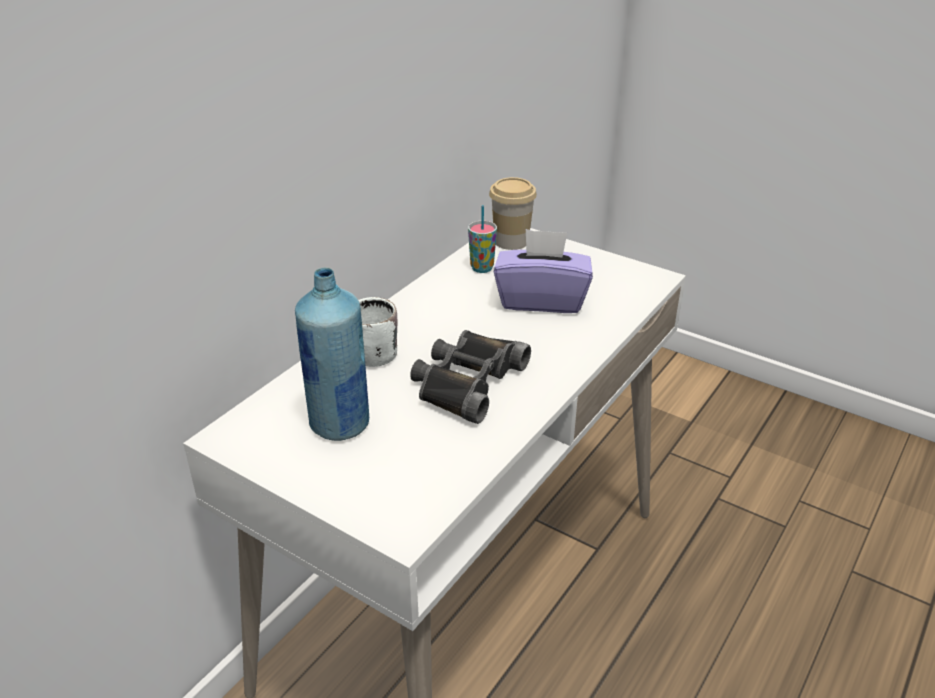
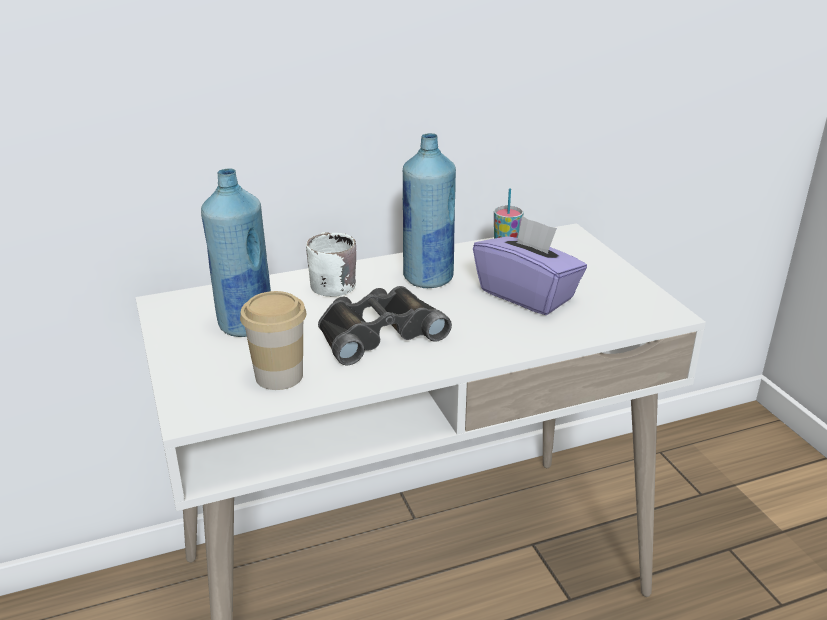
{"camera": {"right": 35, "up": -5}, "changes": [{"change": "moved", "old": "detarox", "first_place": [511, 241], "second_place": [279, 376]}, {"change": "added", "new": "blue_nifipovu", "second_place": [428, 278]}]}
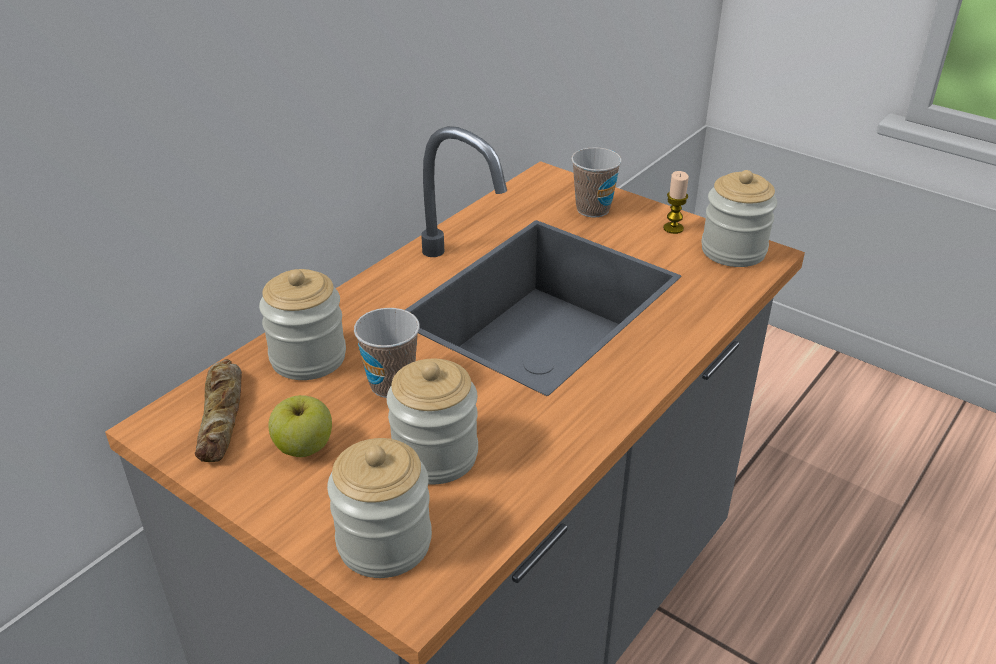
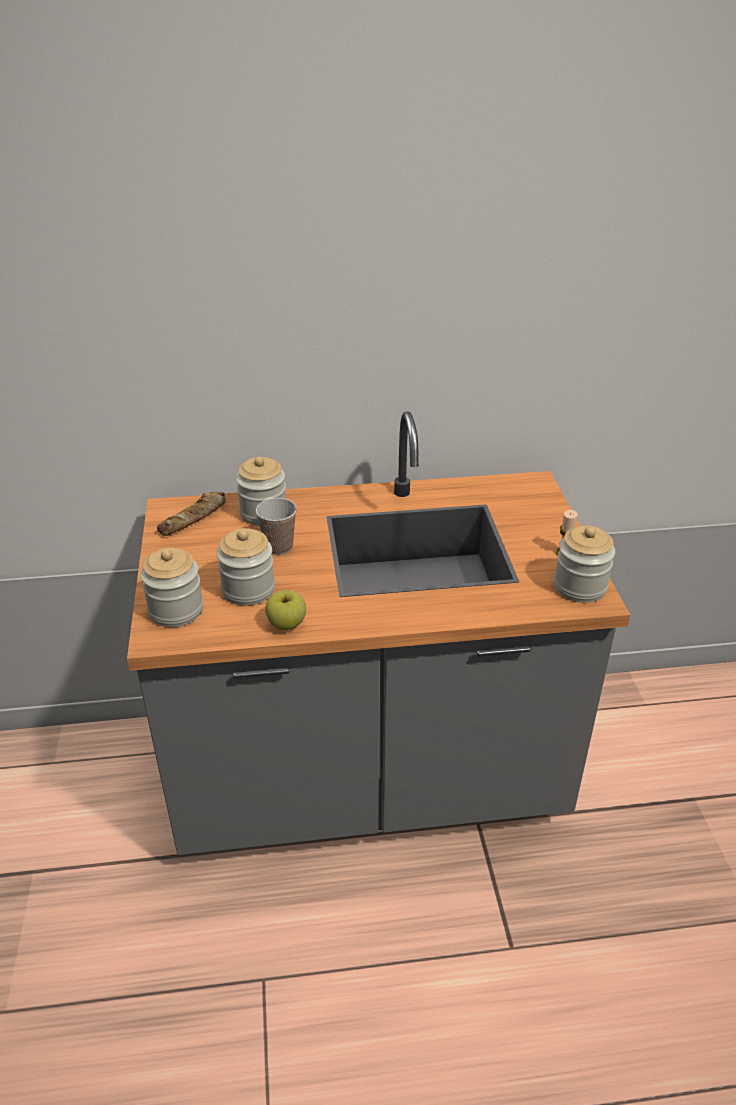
{"camera": {"right": 45, "up": 0}, "changes": [{"change": "moved", "old": "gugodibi", "first_place": [304, 447], "second_place": [287, 624]}, {"change": "removed", "old": "detarox", "first_place": [593, 209]}]}
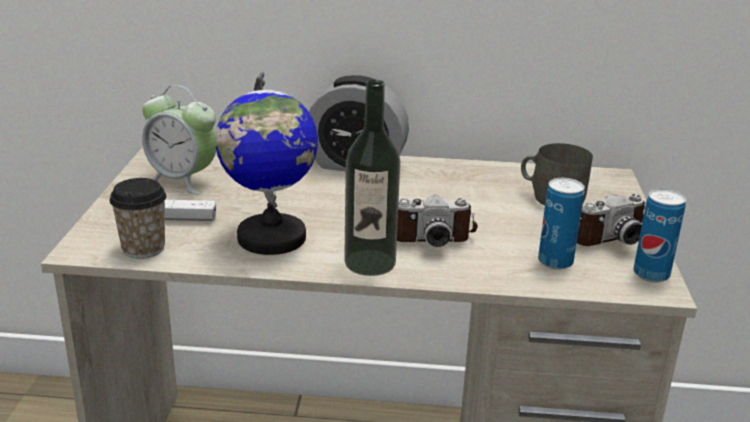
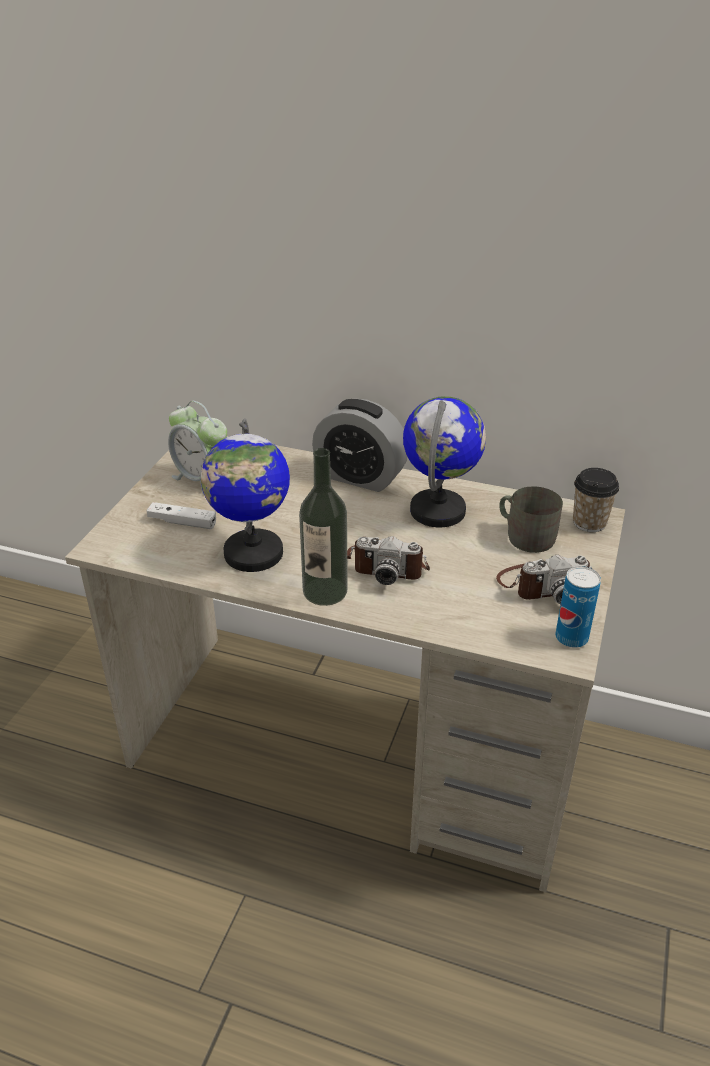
{"camera": {"right": 15, "up": 10}, "changes": [{"change": "added", "new": "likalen", "second_place": [438, 511]}, {"change": "moved", "old": "detarox", "first_place": [143, 248], "second_place": [589, 523]}, {"change": "removed", "old": "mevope", "first_place": [555, 262]}]}
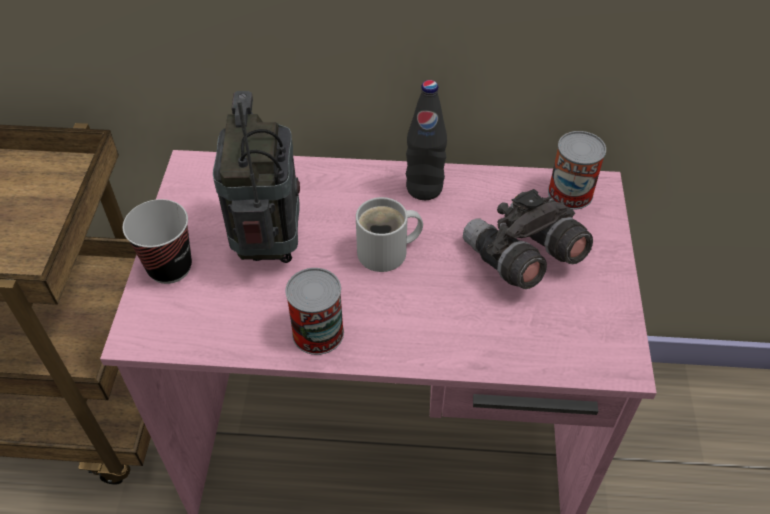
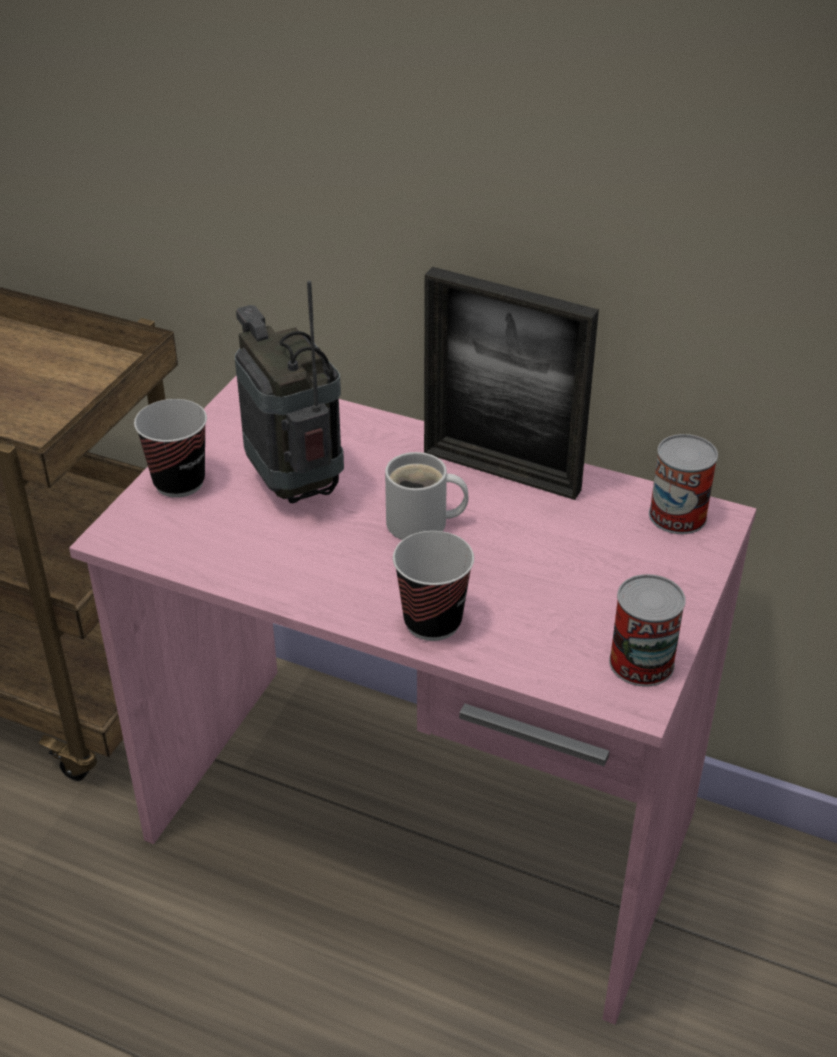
{"camera": {"right": 20, "up": -10}, "changes": [{"change": "turned", "old": "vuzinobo", "first_place": [269, 244], "second_place": [295, 486], "degrees": -45}, {"change": "added", "new": "detarox", "second_place": [432, 622]}, {"change": "replaced", "old": "black_nifipovu", "new": "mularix", "first_place": [424, 188], "second_place": [501, 471]}, {"change": "moved", "old": "mevope", "first_place": [318, 333], "second_place": [641, 662]}, {"change": "removed", "old": "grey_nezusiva", "first_place": [521, 258]}]}
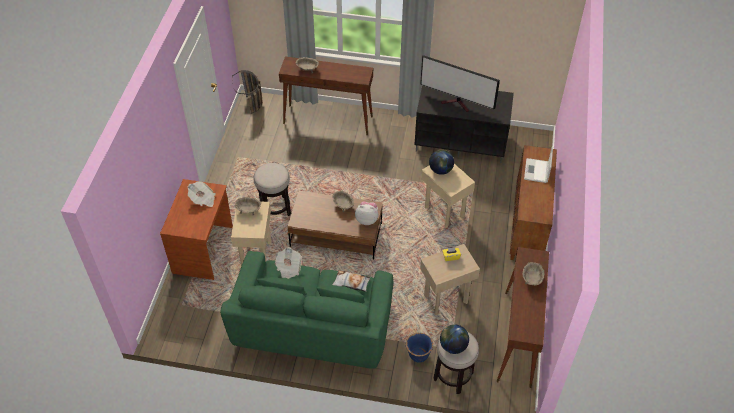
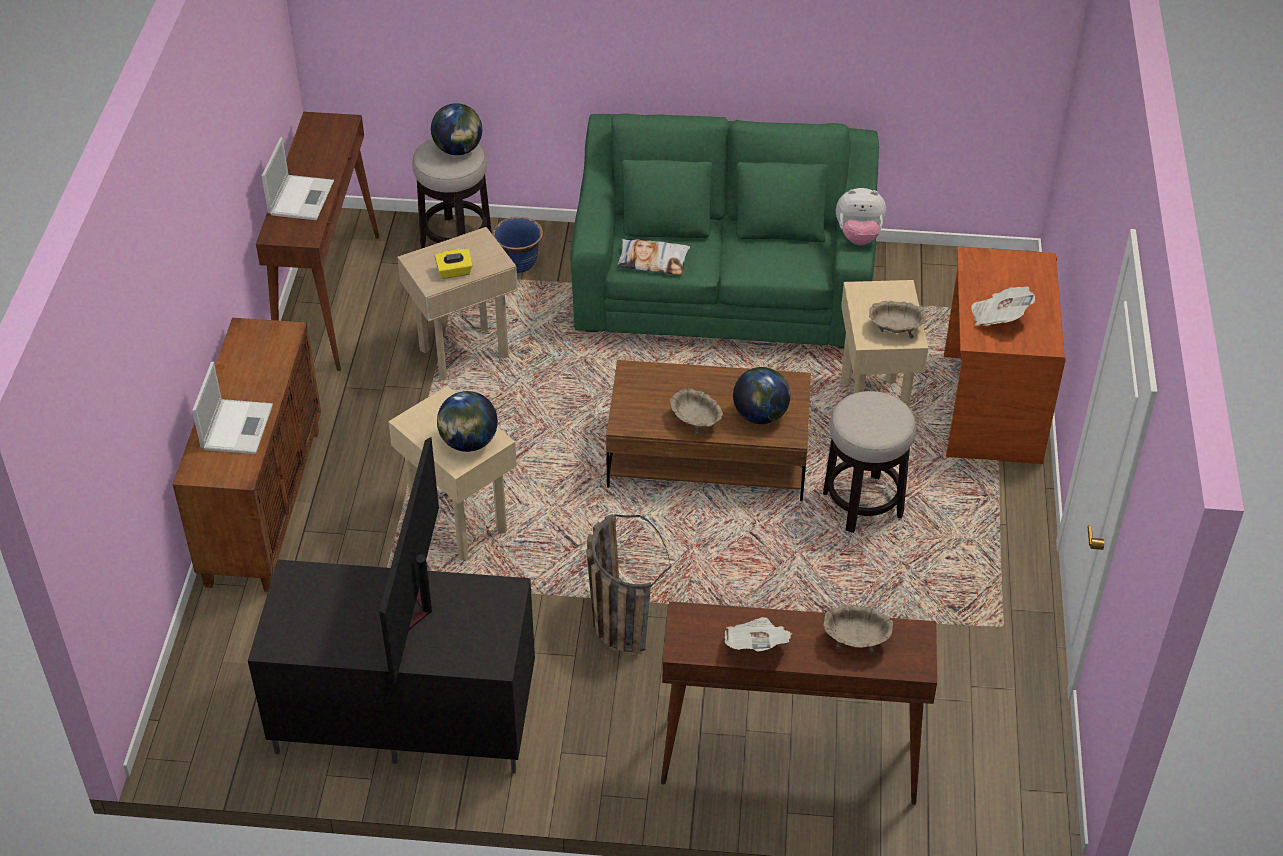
{"camera": {"right": 175, "up": -5}, "changes": [{"change": "replaced", "old": "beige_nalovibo", "new": "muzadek", "first_place": [532, 279], "second_place": [301, 197]}, {"change": "turned", "old": "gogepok", "first_place": [457, 103], "second_place": [414, 612], "degrees": -105}, {"change": "moved", "old": "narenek", "first_place": [253, 108], "second_place": [616, 617]}, {"change": "moved", "old": "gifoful", "first_place": [288, 268], "second_place": [756, 646]}, {"change": "added", "new": "likalen", "second_place": [760, 415]}, {"change": "moved", "old": "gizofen", "first_place": [367, 219], "second_place": [858, 236]}]}
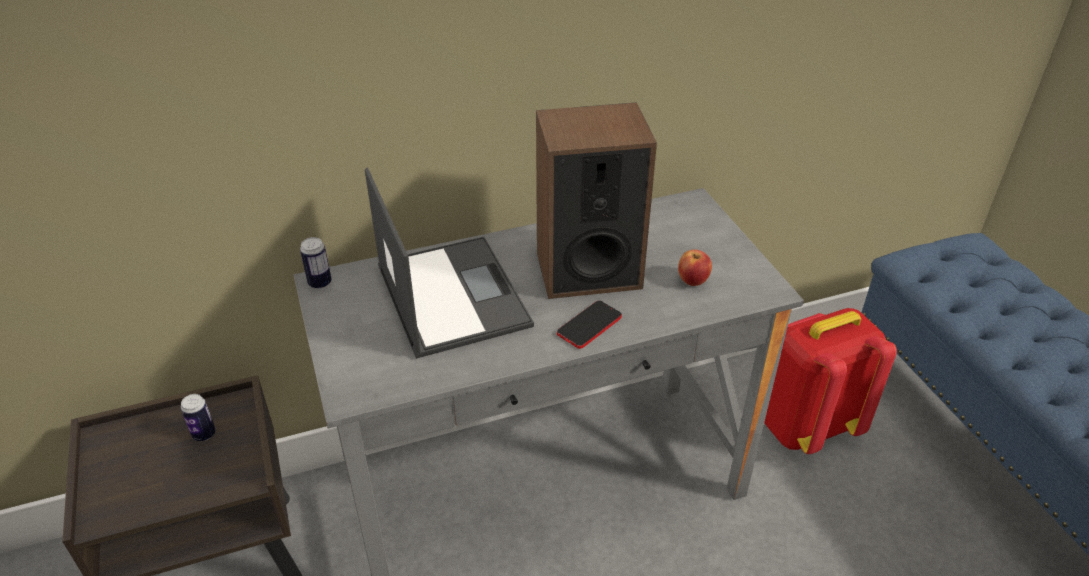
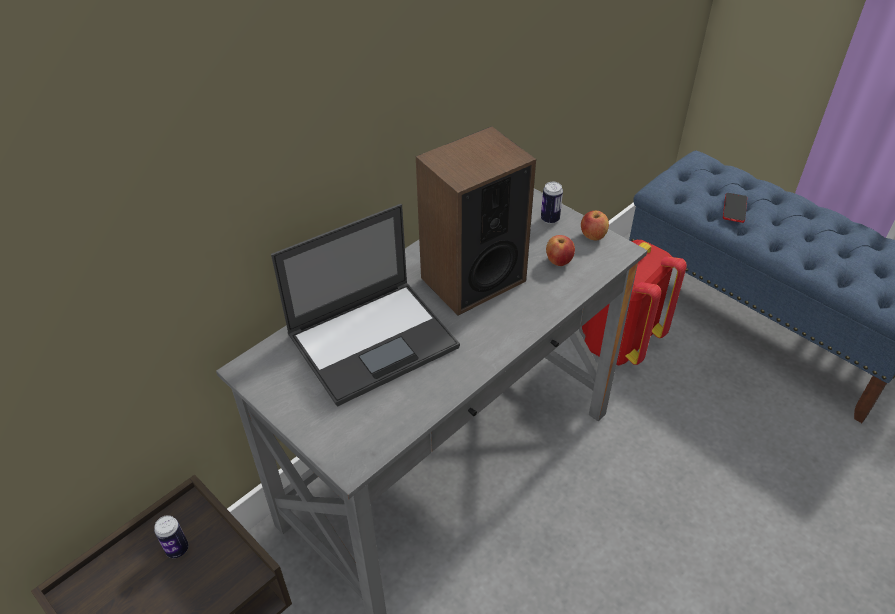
{"camera": {"right": -25, "up": 5}, "changes": [{"change": "turned", "old": "muzadek", "first_place": [451, 294], "second_place": [374, 340], "degrees": 105}, {"change": "moved", "old": "mevope", "first_place": [320, 283], "second_place": [550, 219]}, {"change": "added", "new": "gugodibi", "second_place": [592, 236]}, {"change": "moved", "old": "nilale", "first_place": [589, 325], "second_place": [734, 208]}]}
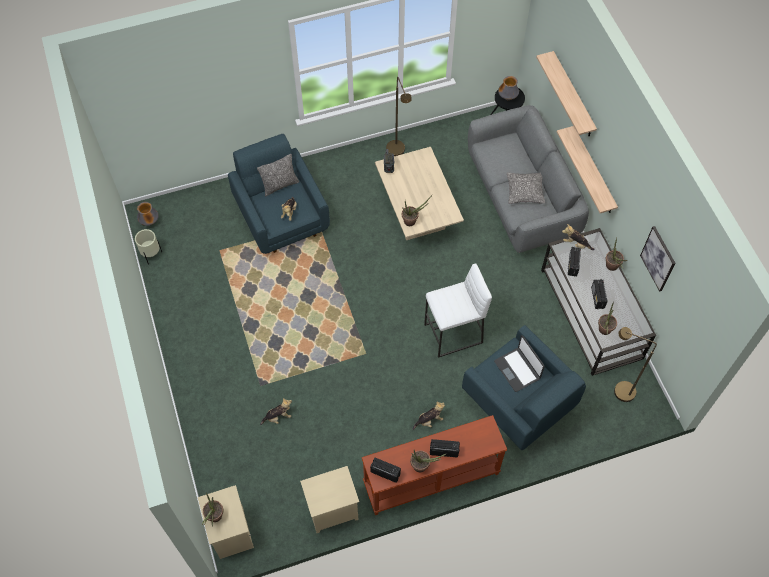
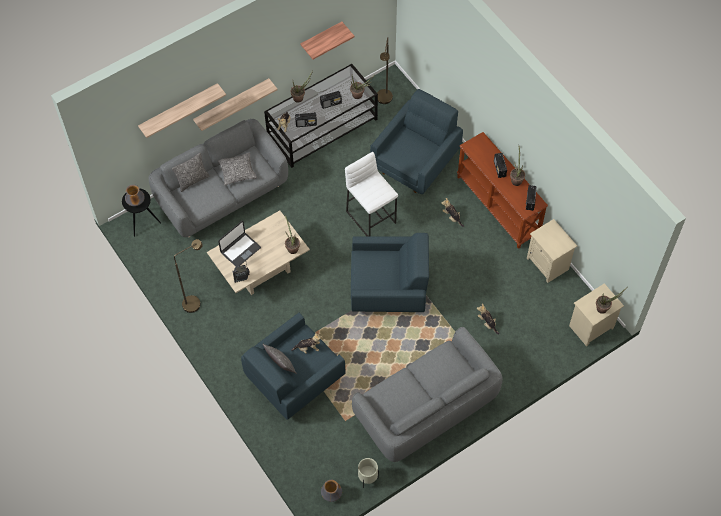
{"camera": {"right": -105, "up": 0}, "changes": [{"change": "added", "new": "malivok", "second_place": [192, 180]}, {"change": "moved", "old": "muzadek", "first_place": [517, 369], "second_place": [240, 250]}, {"change": "replaced", "old": "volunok", "new": "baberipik", "first_place": [658, 258], "second_place": [321, 38]}, {"change": "added", "new": "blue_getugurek", "second_place": [389, 289]}, {"change": "added", "new": "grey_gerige", "second_place": [426, 408]}]}
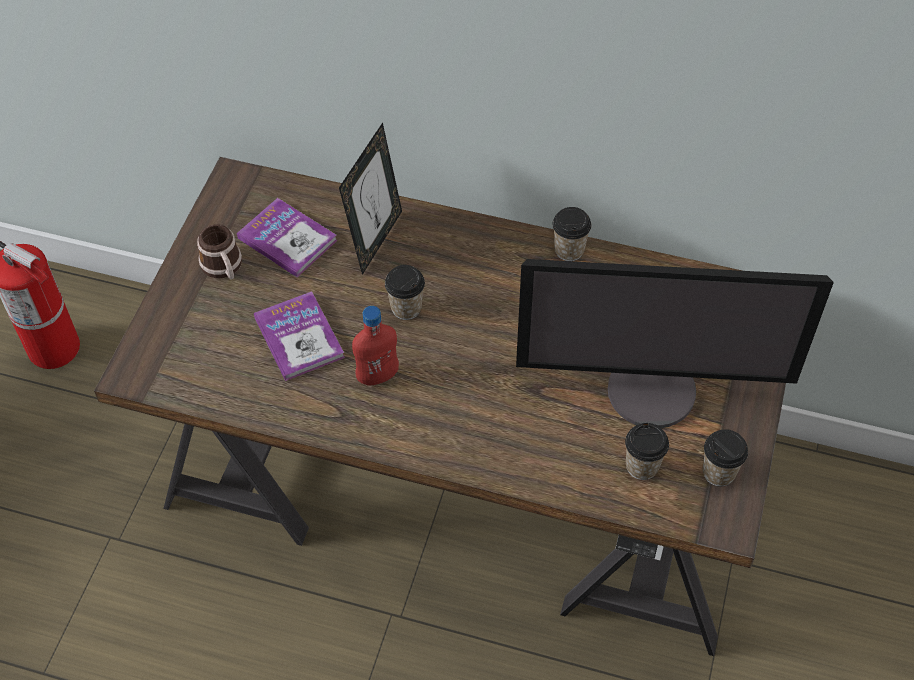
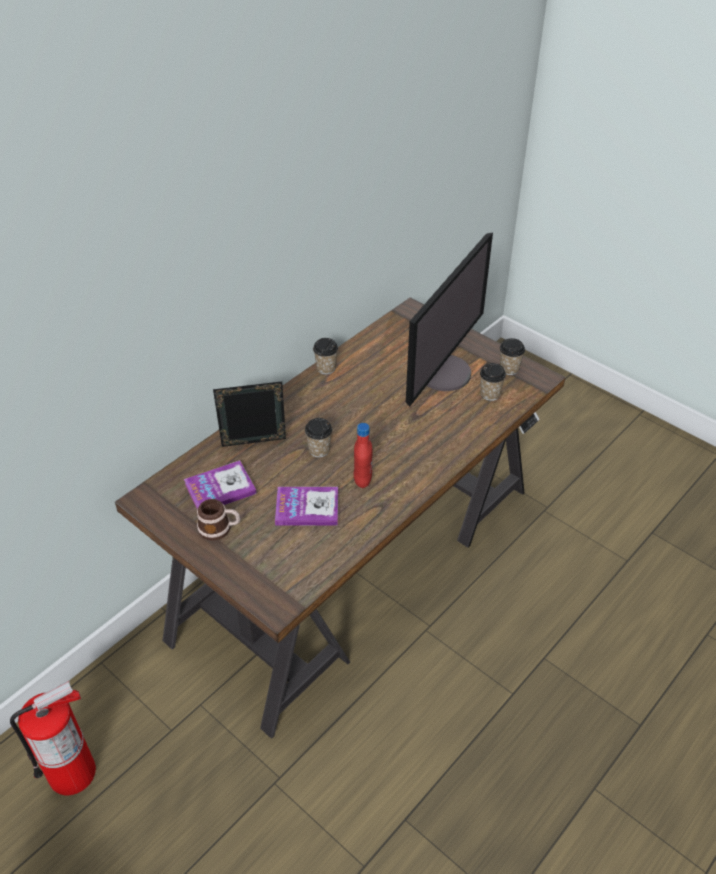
{"camera": {"right": -65, "up": -10}, "changes": [{"change": "turned", "old": "mularix", "first_place": [375, 240], "second_place": [254, 446], "degrees": -60}]}
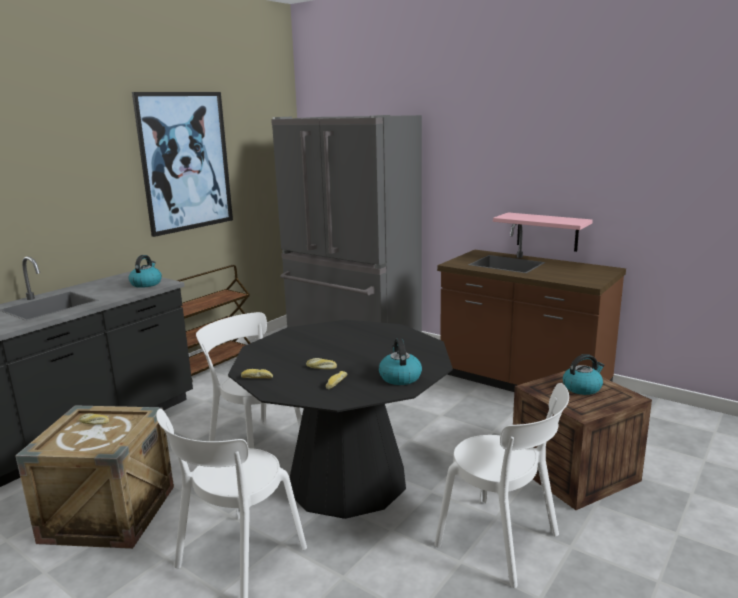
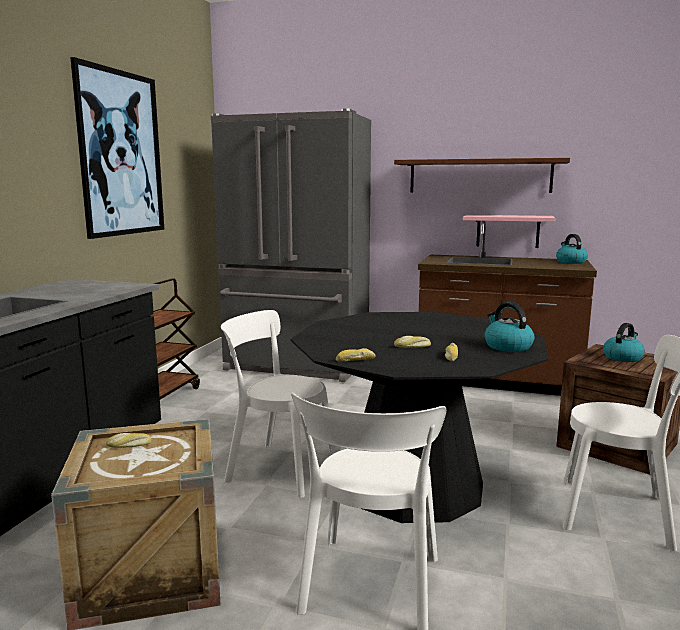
{"camera": {"right": -20, "up": -5}, "changes": [{"change": "added", "new": "brown_baberipik", "second_place": [479, 176]}, {"change": "moved", "old": "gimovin", "first_place": [146, 284], "second_place": [570, 262]}]}
